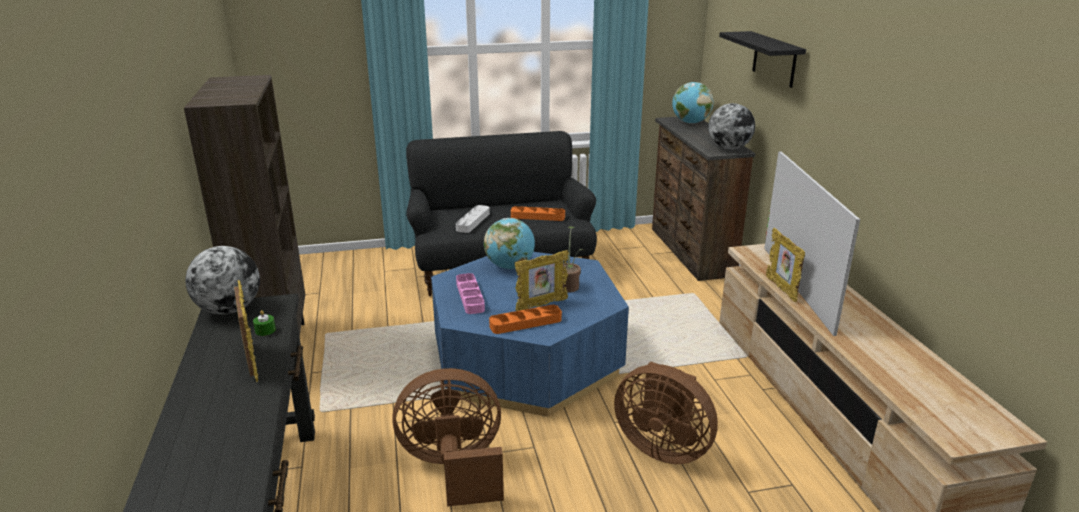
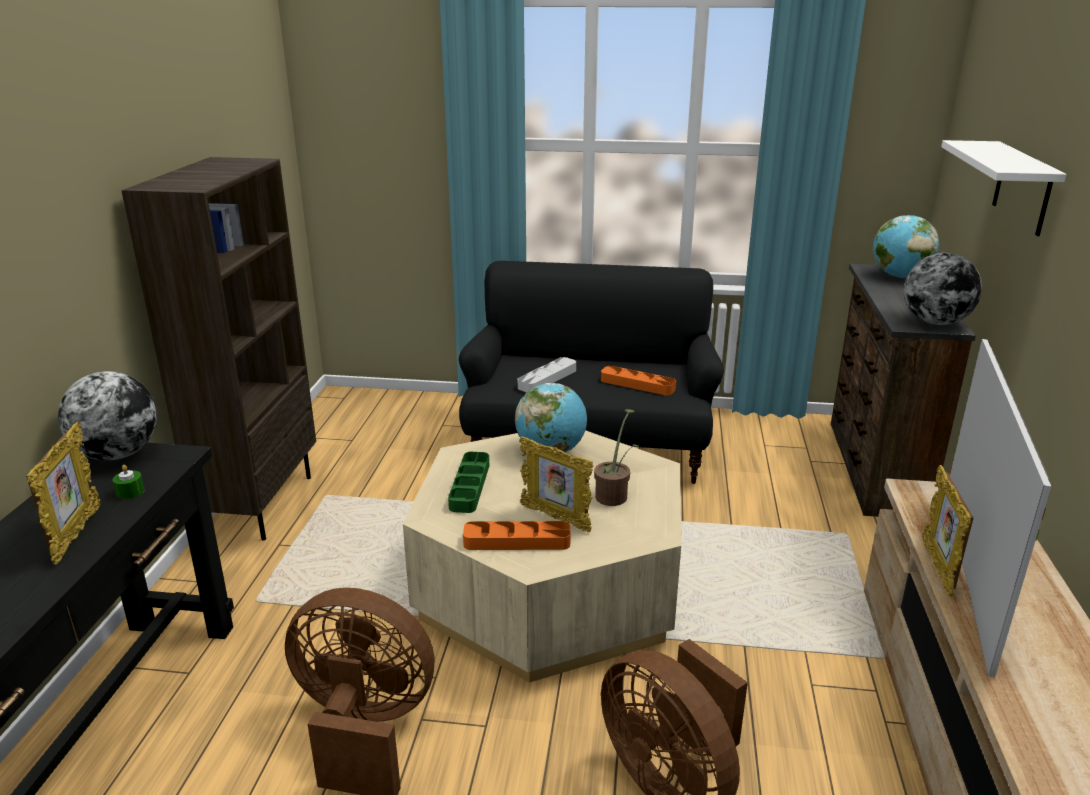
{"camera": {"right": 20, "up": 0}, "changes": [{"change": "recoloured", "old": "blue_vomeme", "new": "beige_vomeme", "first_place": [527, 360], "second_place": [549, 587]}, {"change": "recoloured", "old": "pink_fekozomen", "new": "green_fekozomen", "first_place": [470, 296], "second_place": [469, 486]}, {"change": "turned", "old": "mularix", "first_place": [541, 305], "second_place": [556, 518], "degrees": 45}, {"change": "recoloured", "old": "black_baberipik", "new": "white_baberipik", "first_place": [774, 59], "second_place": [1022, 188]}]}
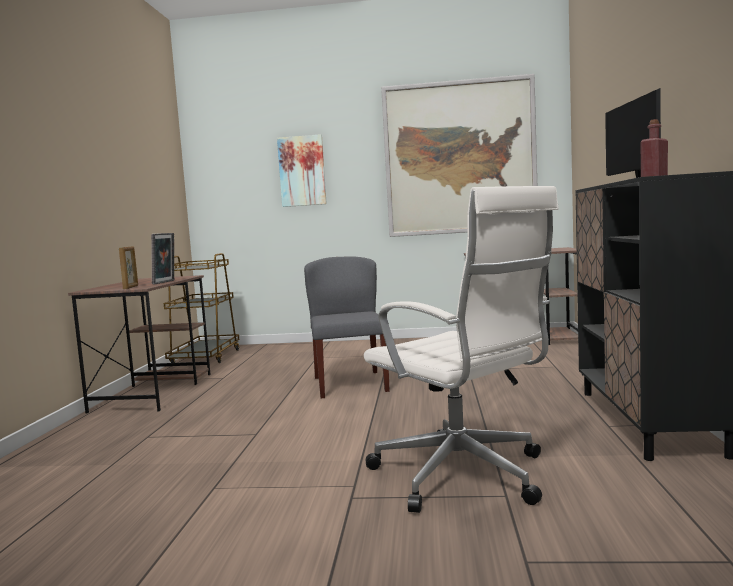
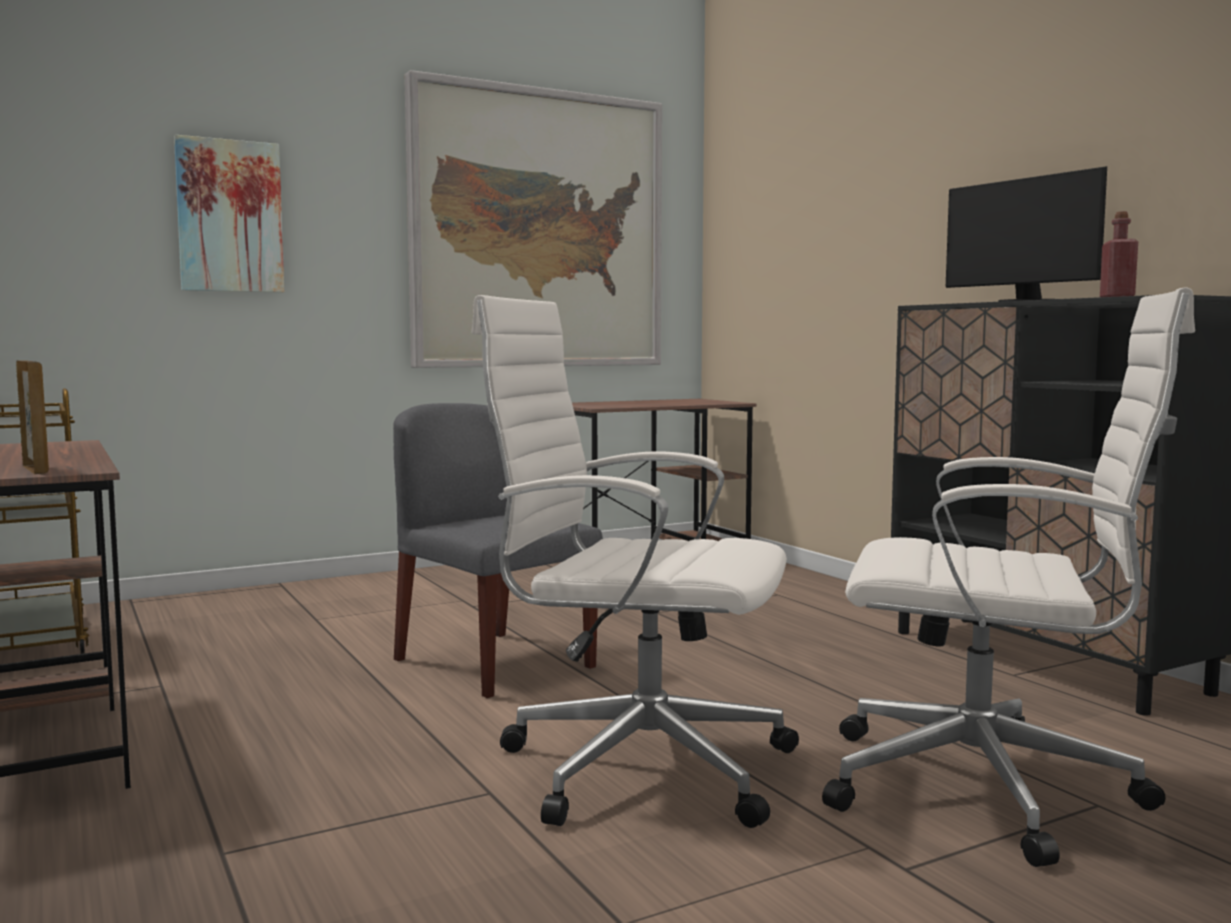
{"camera": {"right": -35, "up": 0}, "changes": [{"change": "added", "new": "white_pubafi", "second_place": [637, 766]}, {"change": "removed", "old": "mularix", "first_place": [165, 282]}]}
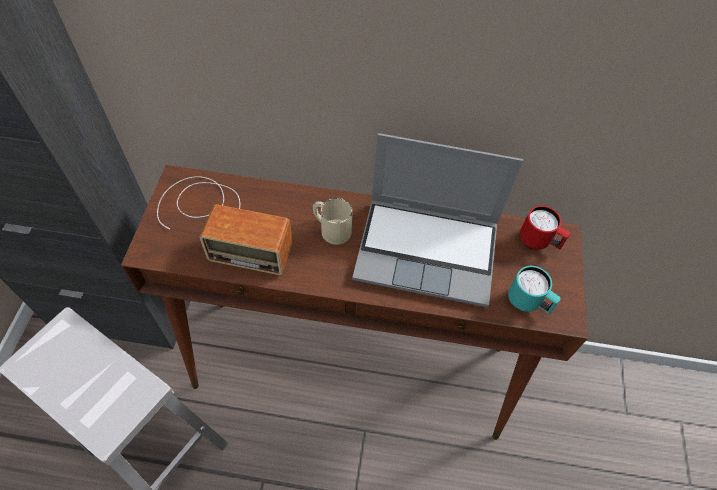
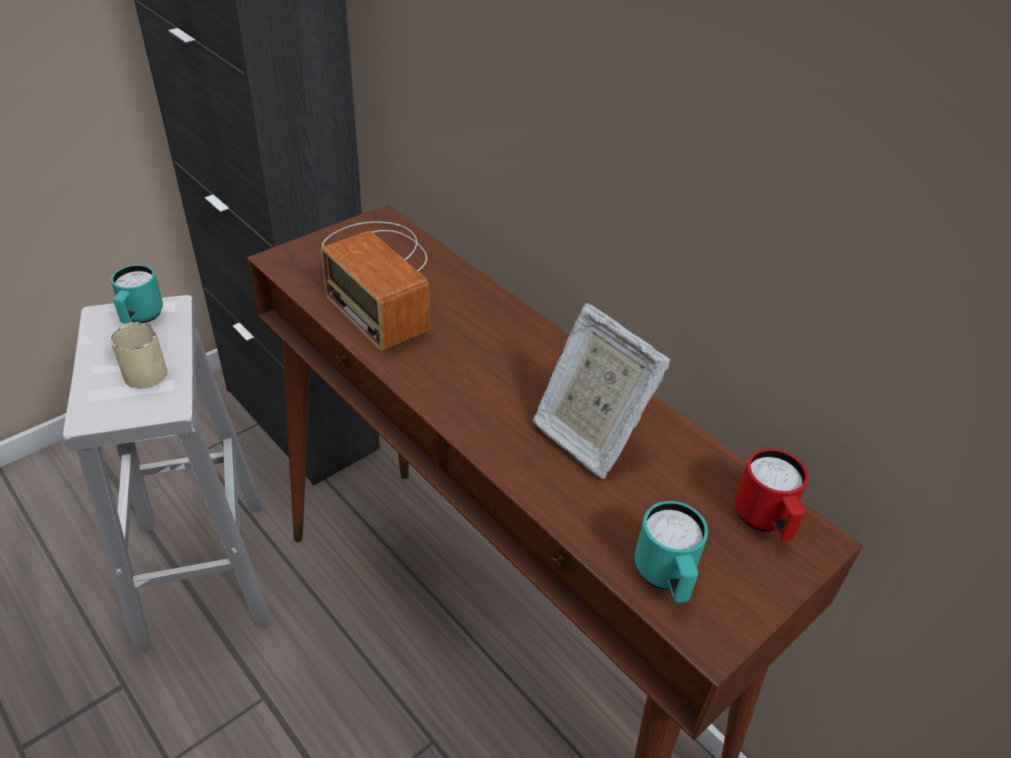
{"camera": {"right": 40, "up": -15}, "changes": [{"change": "added", "new": "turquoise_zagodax", "second_place": [141, 318]}, {"change": "moved", "old": "beige_zagodax", "first_place": [331, 228], "second_place": [146, 368]}, {"change": "replaced", "old": "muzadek", "new": "mularix", "first_place": [428, 251], "second_place": [587, 435]}]}
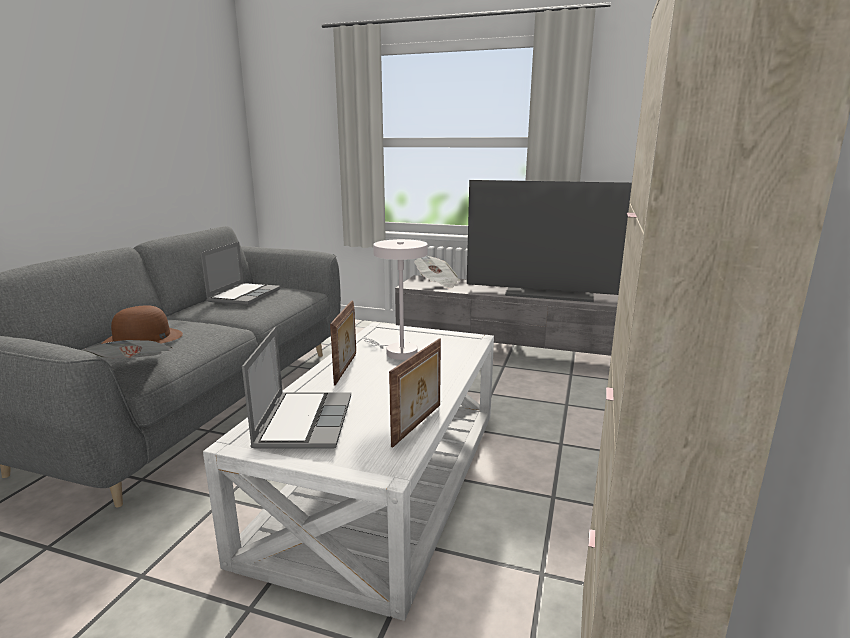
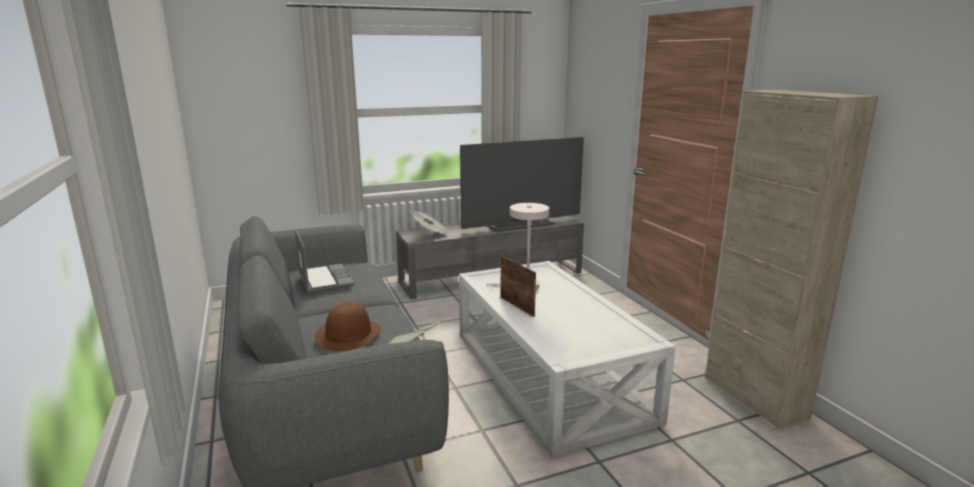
{"camera": {"right": -40, "up": 0}, "changes": [{"change": "removed", "old": "muzadek", "first_place": [303, 421]}, {"change": "removed", "old": "mularix", "first_place": [418, 425]}]}
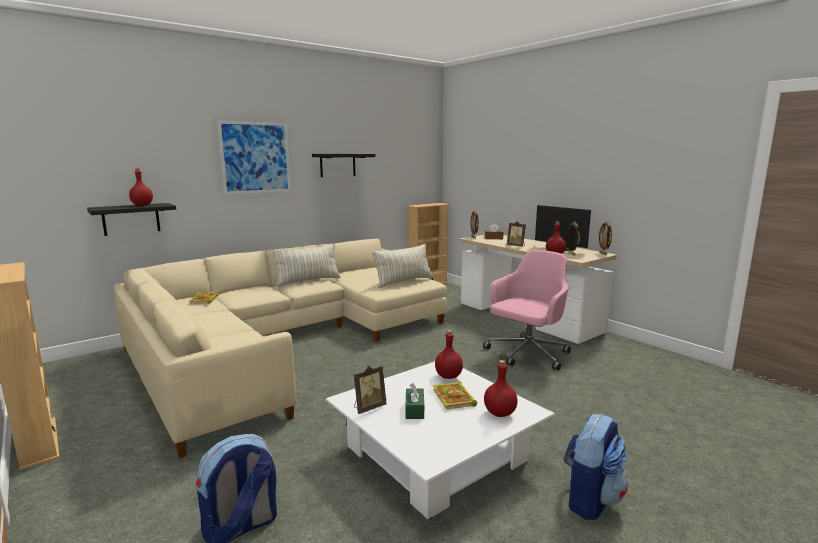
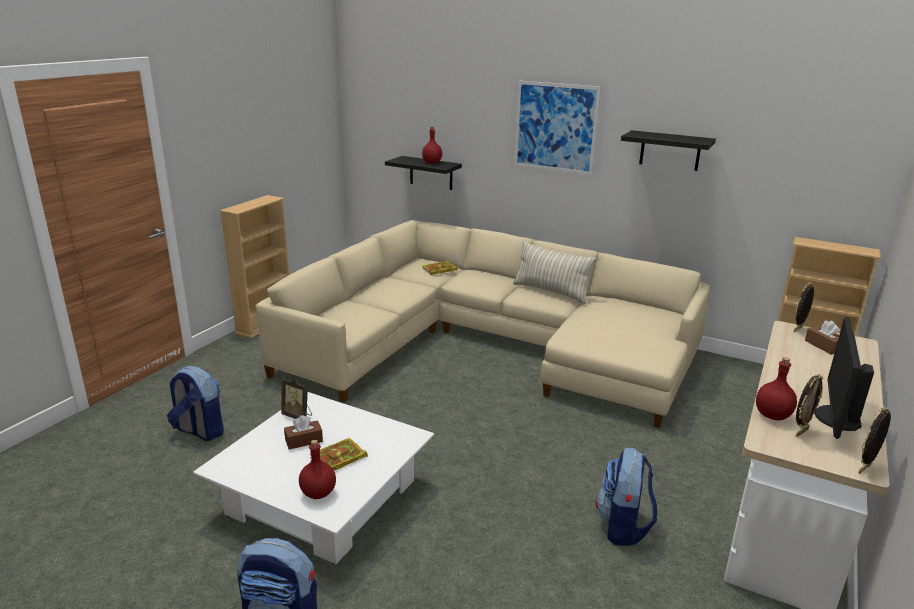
{"camera": {"right": 65, "up": 10}, "changes": [{"change": "recoloured", "old": "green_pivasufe", "new": "brown_pivasufe", "first_place": [414, 410], "second_place": [304, 441]}, {"change": "replaced", "old": "pink_pubafi", "new": "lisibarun", "first_place": [526, 354], "second_place": [623, 526]}, {"change": "removed", "old": "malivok", "first_place": [403, 281]}, {"change": "removed", "old": "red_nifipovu", "first_place": [448, 376]}, {"change": "removed", "old": "mularix", "first_place": [516, 246]}]}
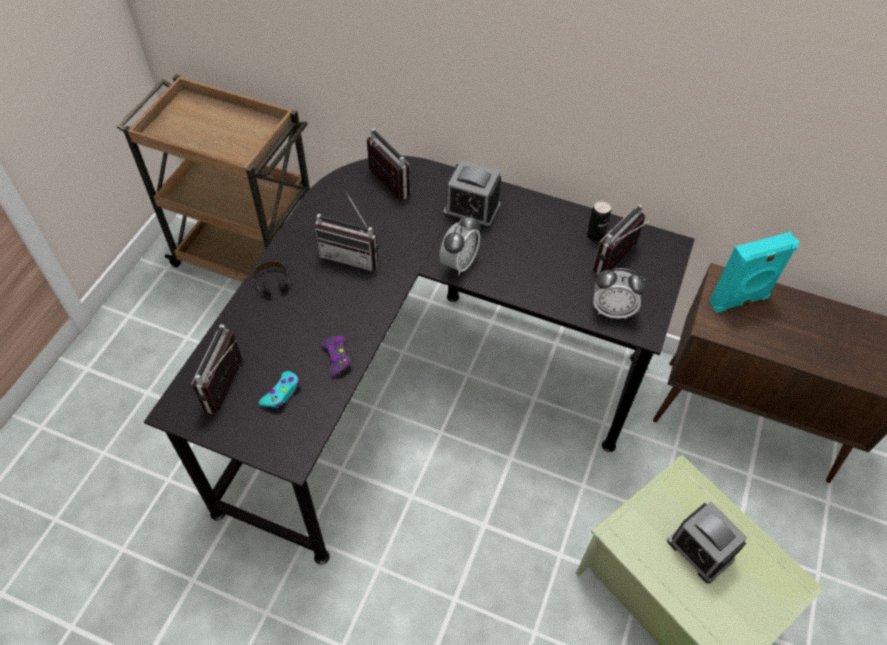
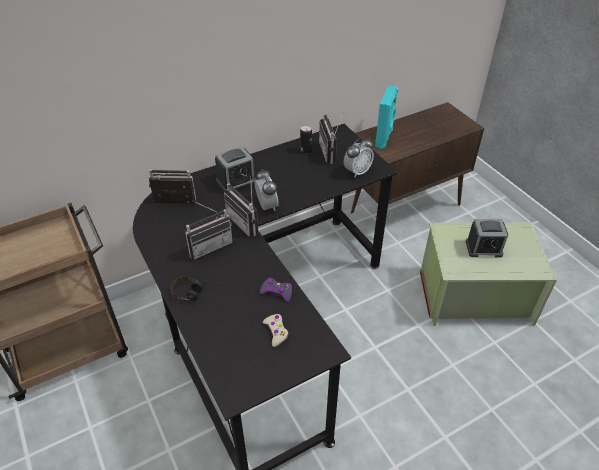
{"camera": {"right": -50, "up": -10}, "changes": [{"change": "moved", "old": "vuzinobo", "first_place": [231, 387], "second_place": [247, 222]}, {"change": "recoloured", "old": "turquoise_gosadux", "new": "beige_gosadux", "first_place": [281, 393], "second_place": [276, 332]}]}
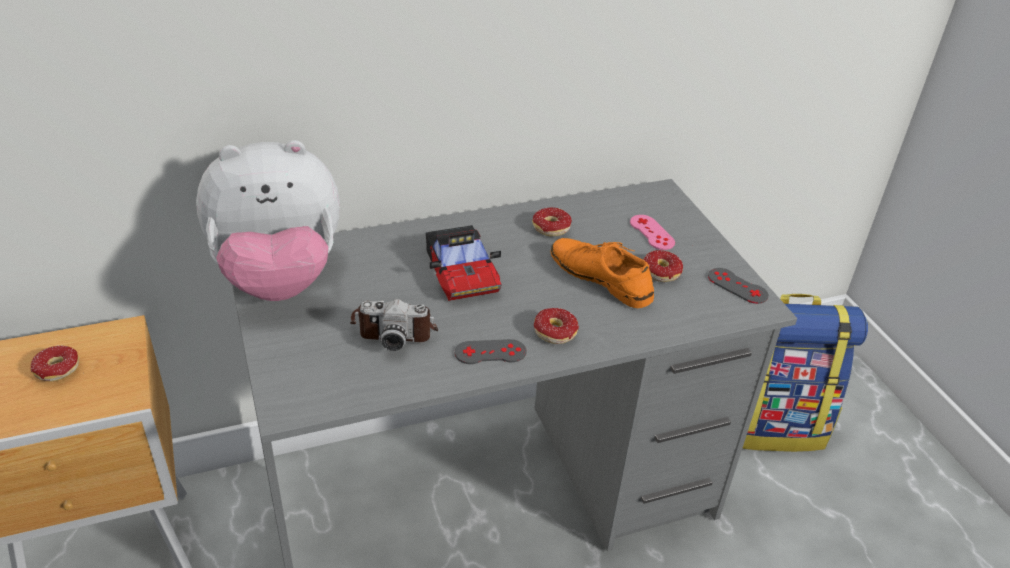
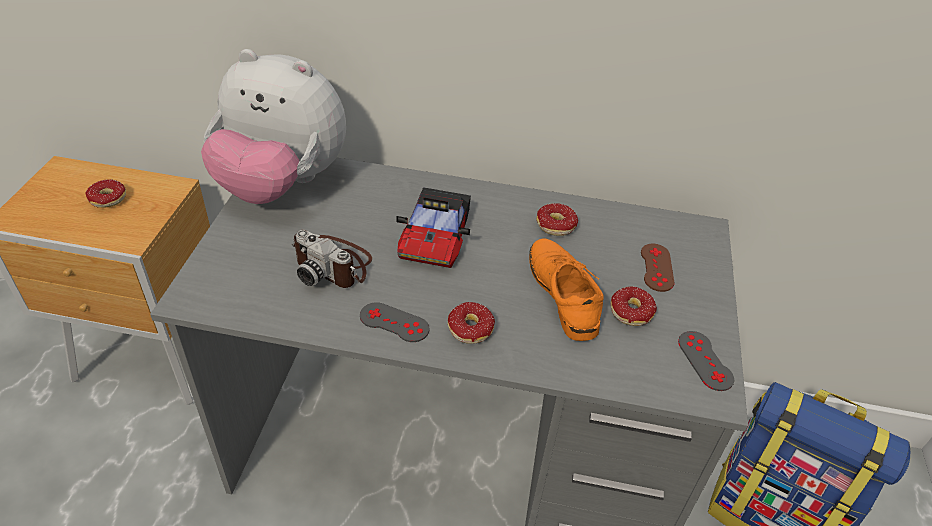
{"camera": {"right": 30, "up": 5}, "changes": [{"change": "recoloured", "old": "pink_gosadux", "new": "brown_gosadux", "first_place": [652, 232], "second_place": [656, 267]}]}
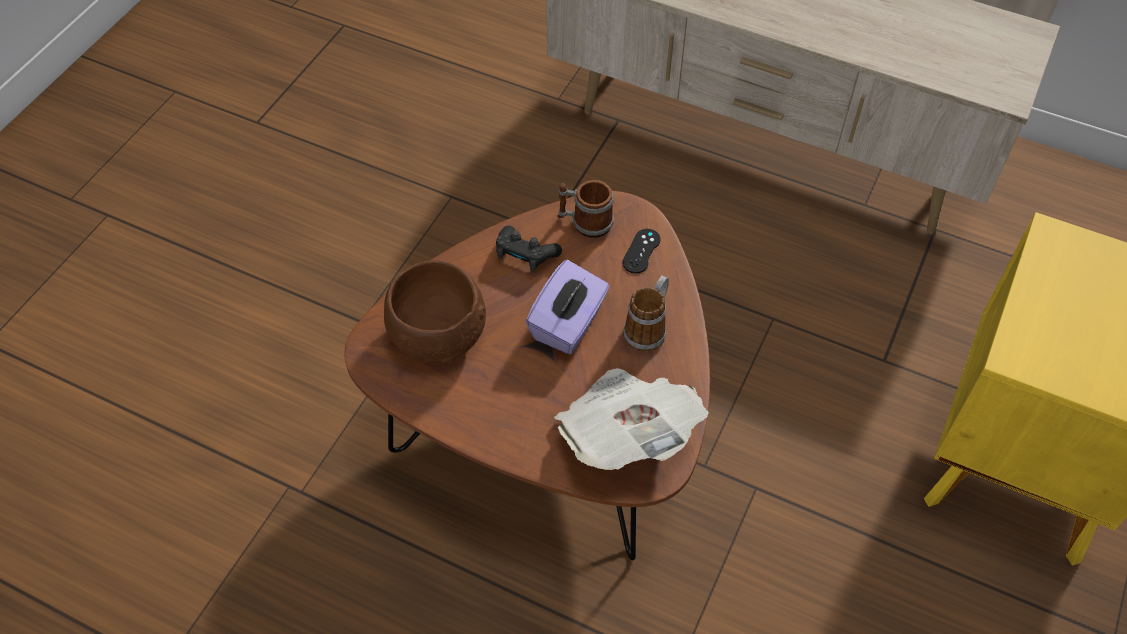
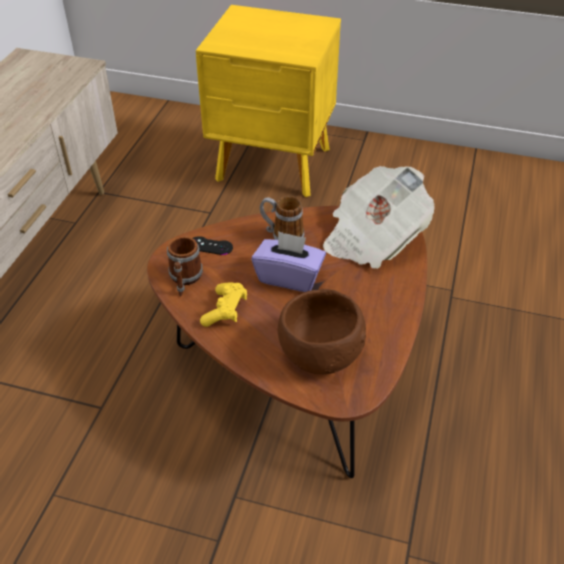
{"camera": {"right": -100, "up": -10}, "changes": [{"change": "recoloured", "old": "black_gosadux", "new": "yellow_gosadux", "first_place": [525, 255], "second_place": [225, 311]}]}
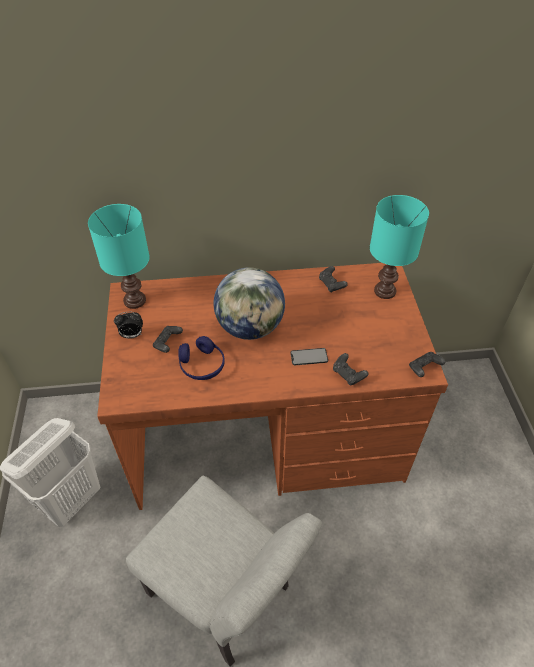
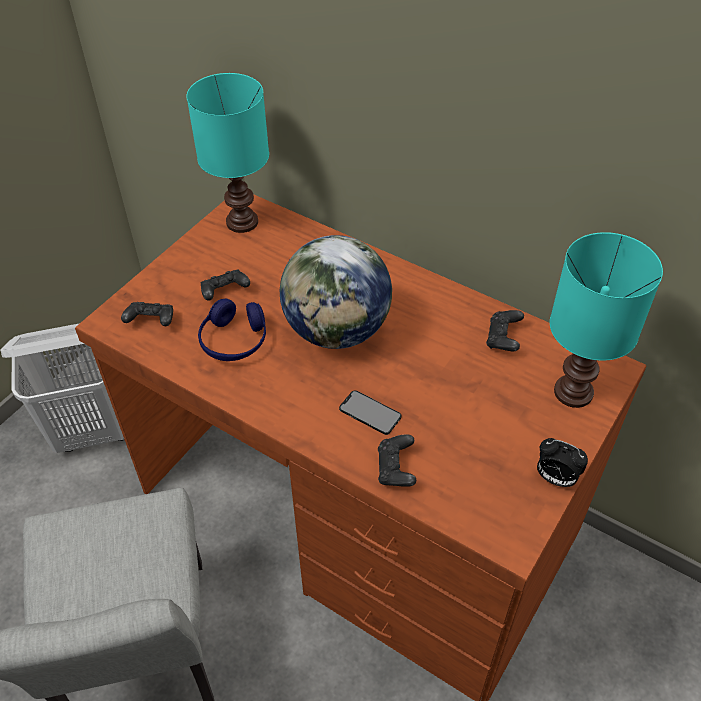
{"camera": {"right": 40, "up": 0}, "changes": [{"change": "moved", "old": "black_gosadux", "first_place": [424, 368], "second_place": [151, 322]}, {"change": "moved", "old": "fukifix", "first_place": [132, 335], "second_place": [555, 478]}]}
